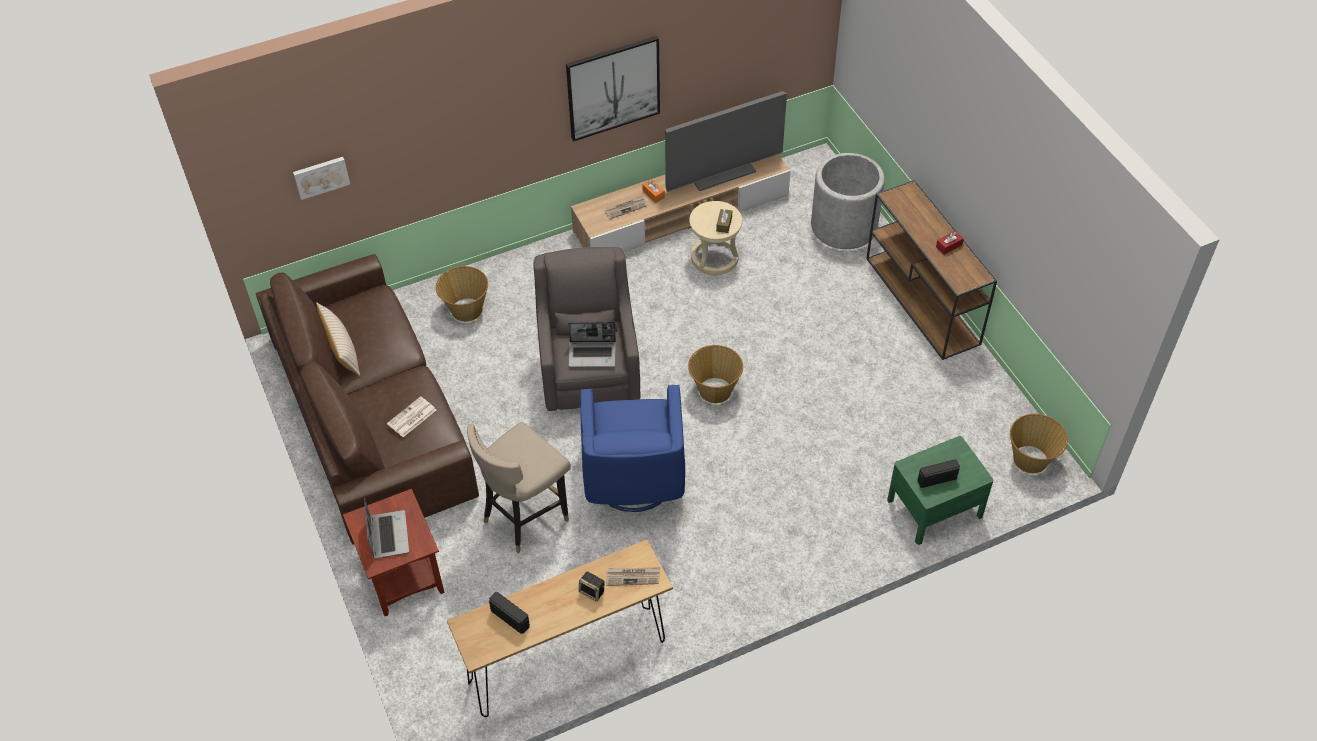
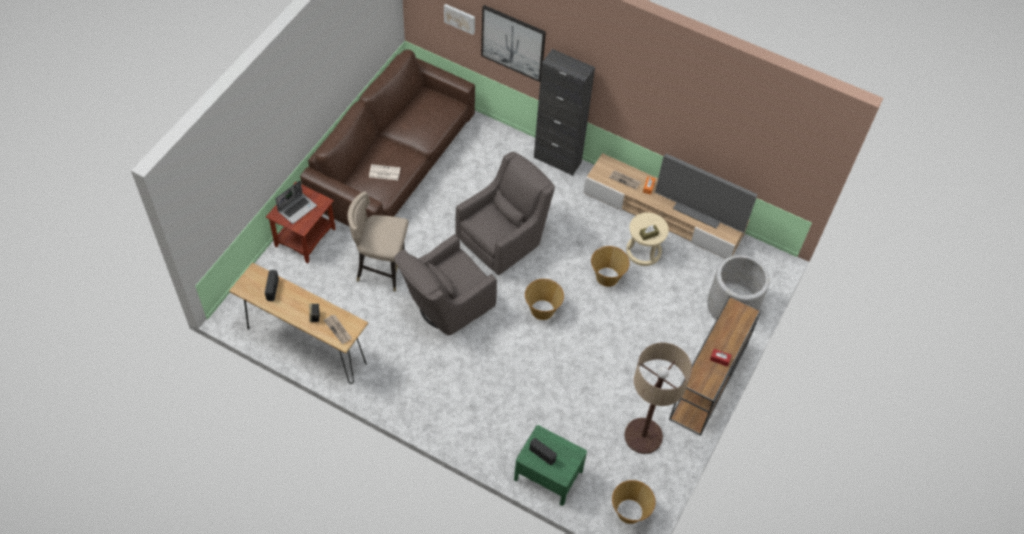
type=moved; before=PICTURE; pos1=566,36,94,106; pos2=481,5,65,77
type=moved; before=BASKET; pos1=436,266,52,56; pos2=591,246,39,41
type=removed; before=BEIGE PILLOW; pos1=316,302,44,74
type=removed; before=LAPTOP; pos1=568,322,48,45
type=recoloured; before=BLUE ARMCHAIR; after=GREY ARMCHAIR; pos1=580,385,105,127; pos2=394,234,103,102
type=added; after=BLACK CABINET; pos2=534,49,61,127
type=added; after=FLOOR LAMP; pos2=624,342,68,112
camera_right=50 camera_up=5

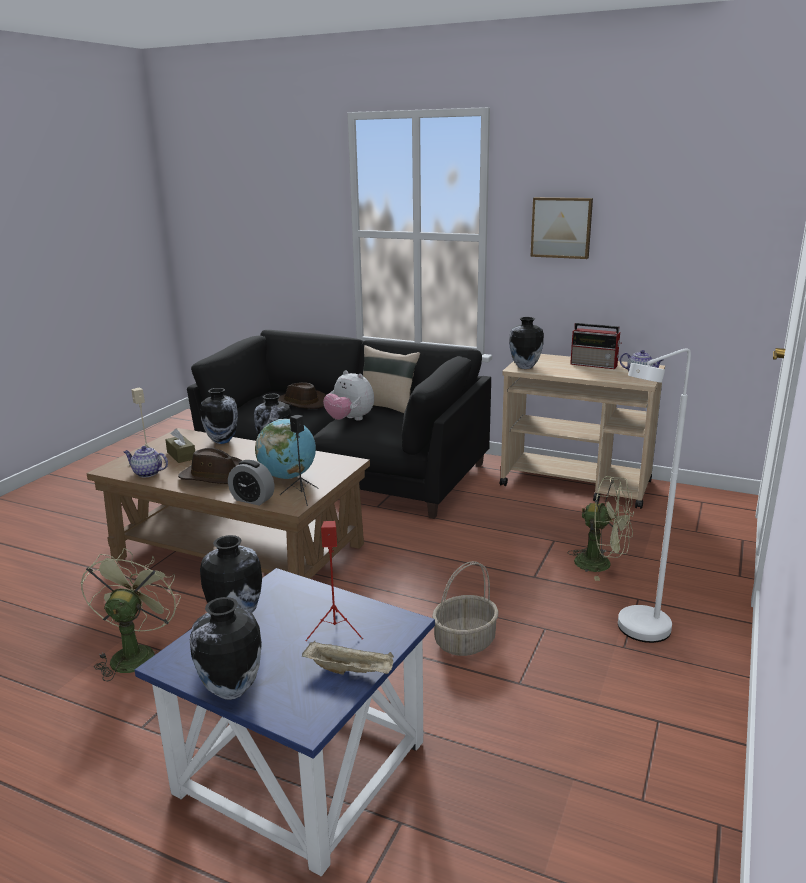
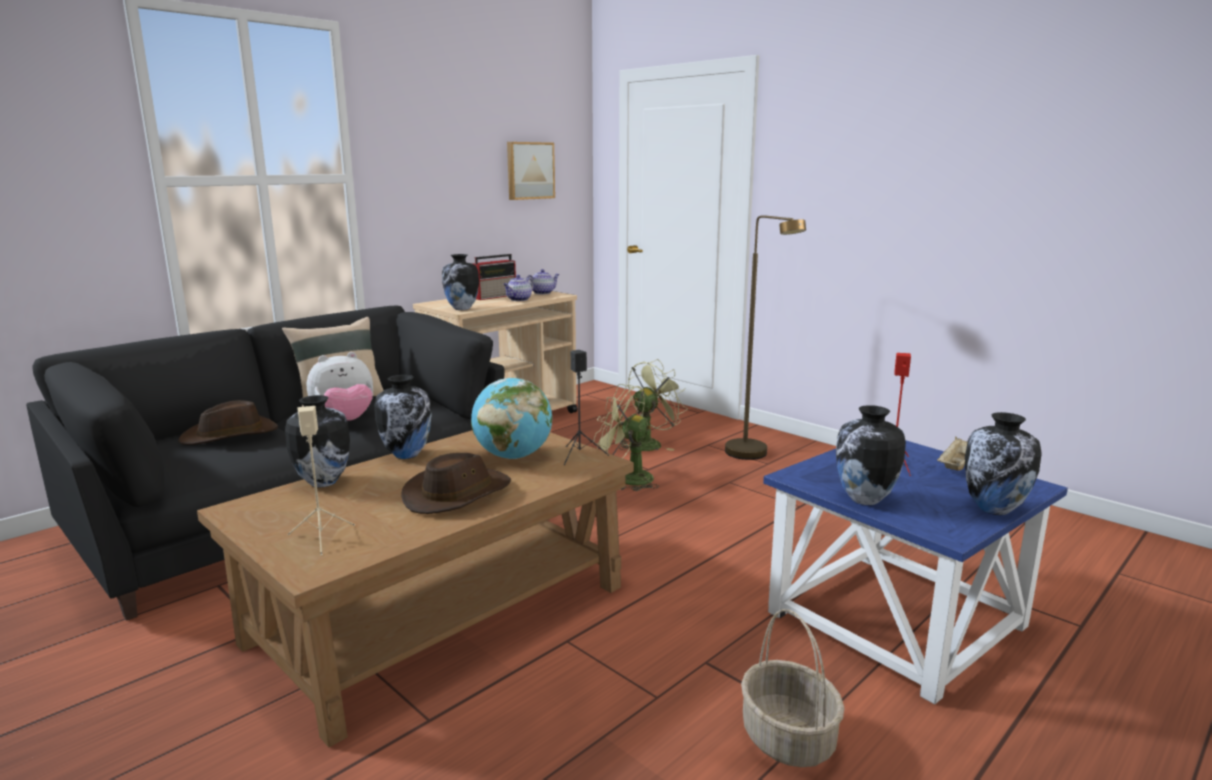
type=moved; before=PICTURE; pos1=530,197,63,62; pos2=507,142,48,58
type=recoloured; before=WHITE FLOOR LAMP; after=BROWN FLOOR LAMP; pos1=618,348,73,295; pos2=725,215,81,245
type=removed; before=BROWN TISSUE BOX; pos1=165,429,30,34
type=moved; before=TEAPOT; pos1=124,446,44,31; pos2=503,275,31,26
type=removed; before=ALARM CLOCK; pos1=228,460,47,46
type=moved; before=GREEN FAN; pos1=80,548,101,133; pos2=593,384,66,107
type=moved; before=BASKET; pos1=432,561,67,95; pos2=741,609,103,158
camera_right=-70 camera_up=-5

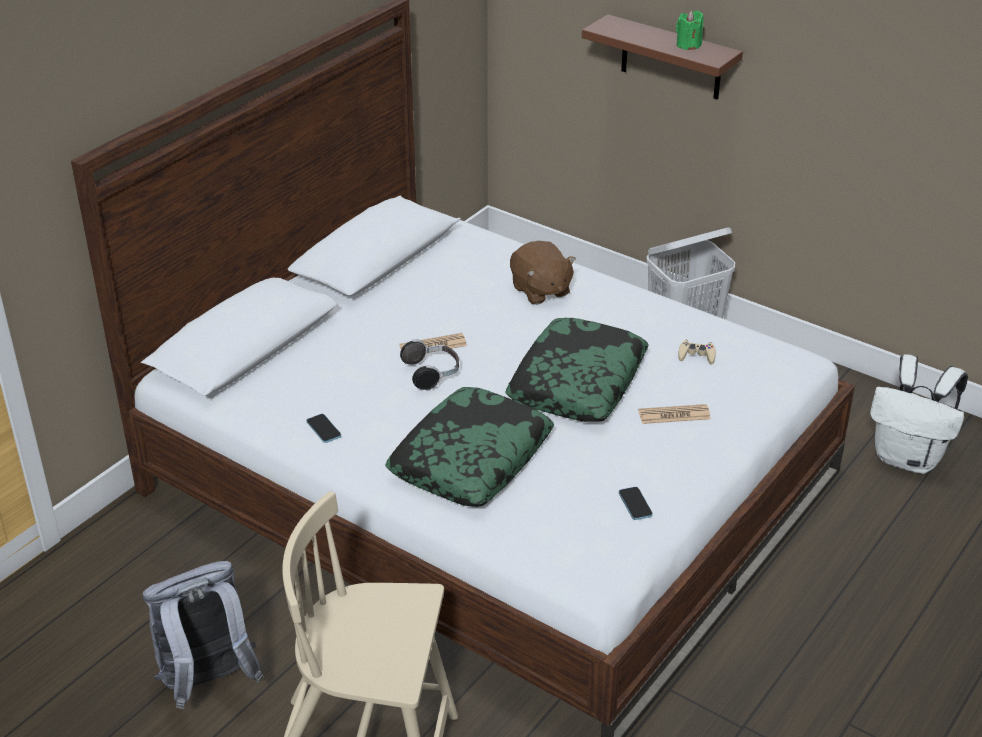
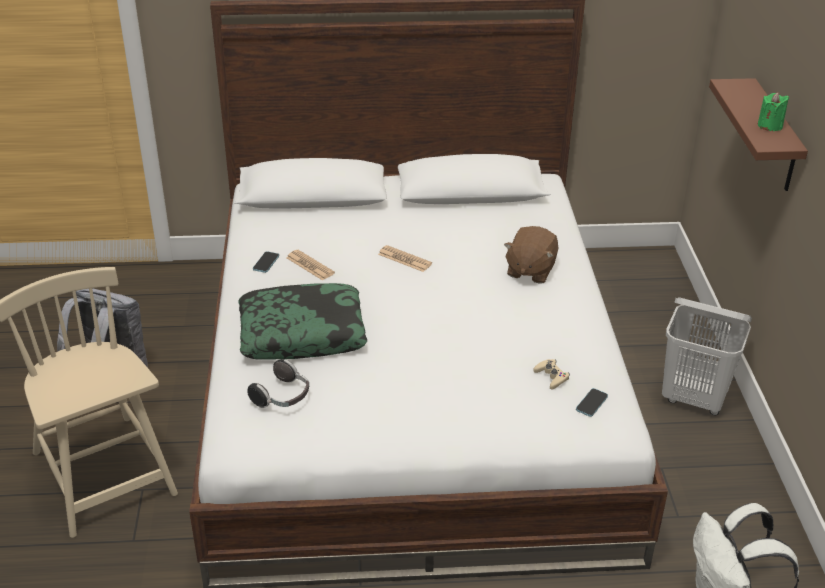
type=removed; before=PILLOW; pos1=505,318,144,104
type=moved; before=HEADPHONES; pos1=400,339,59,52; pos2=247,359,62,49
type=moved; before=NEWSPAPER; pos1=639,404,72,20; pos2=286,250,49,31
type=moved; before=PHONE; pos1=619,487,34,33; pos2=576,388,32,29
camera_right=50 camera_up=0

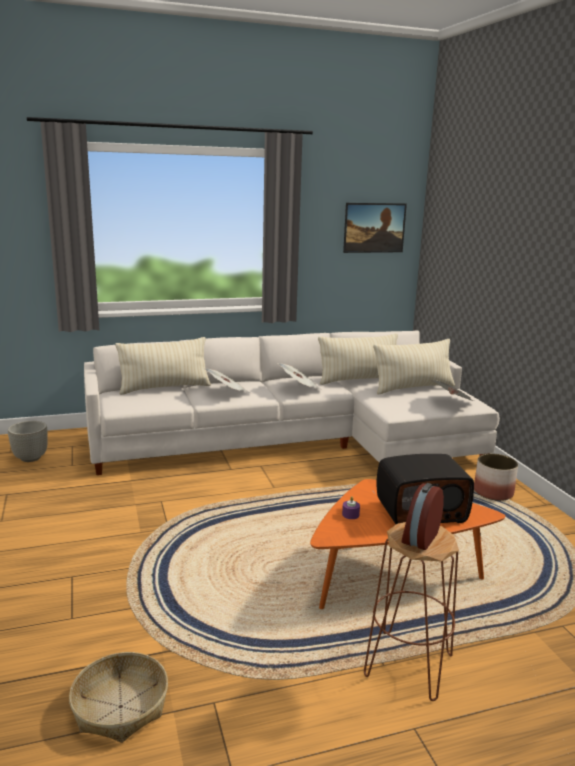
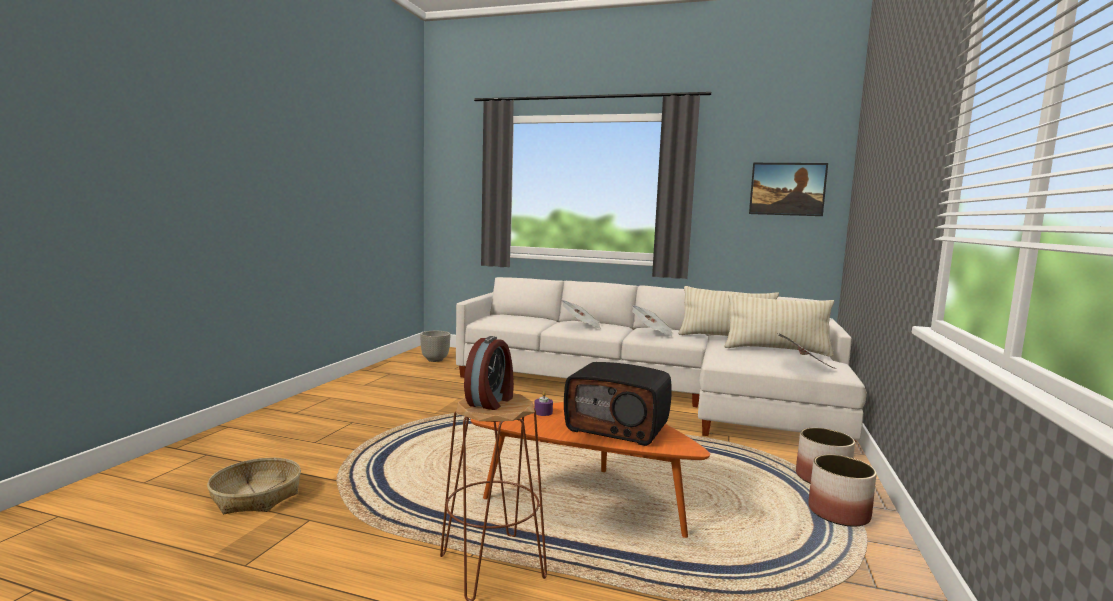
type=removed; before=BEIGE PILLOW; pos1=115,337,96,58
type=turned; before=ALARM CLOCK; pos1=401,483,43,67; pos2=464,336,50,74; turn=135
type=added; after=PLANTER; pos2=808,454,69,73
camera_right=35 camera_up=-10

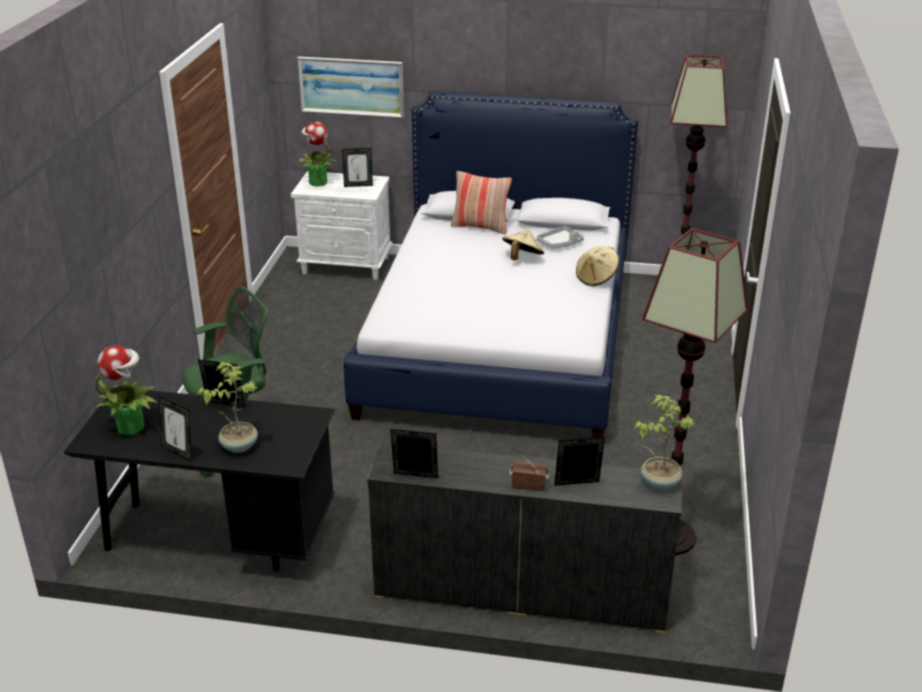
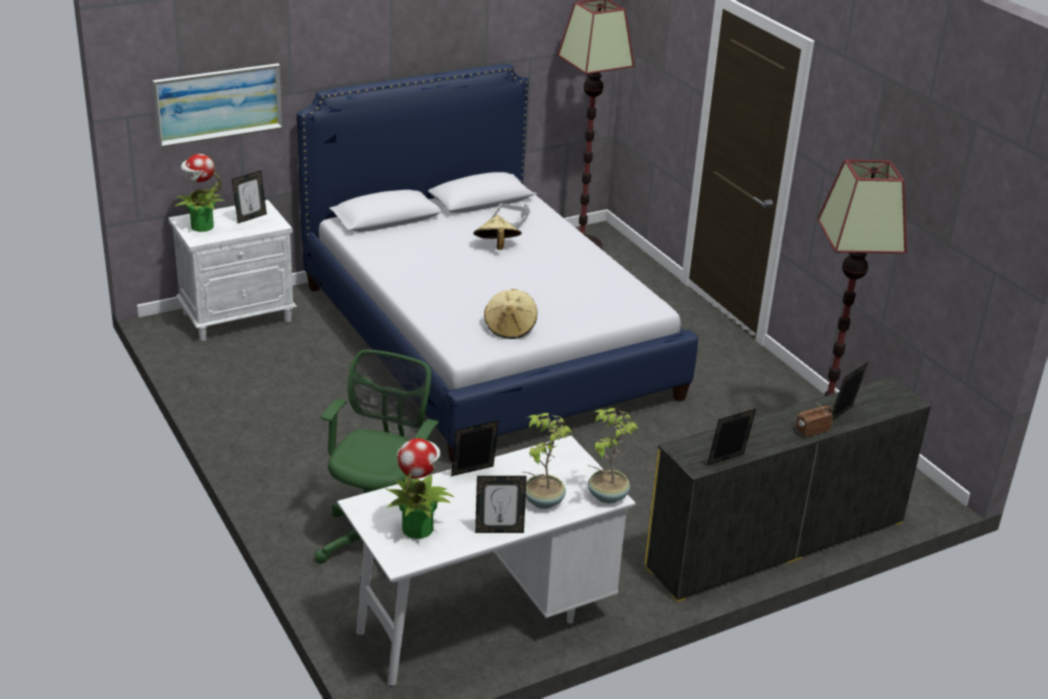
type=removed; before=PILLOW; pos1=451,171,61,63
type=moved; before=BEIGE HAT; pos1=576,246,43,40; pos2=484,289,53,50
type=recoloured; before=BLACK DESK; after=WHITE DESK; pos1=64,390,271,181; pos2=337,436,299,250
type=moved; before=POTTED PLANT; pos1=634,395,61,95; pos2=588,408,50,96
camera_right=-40 camera_up=0

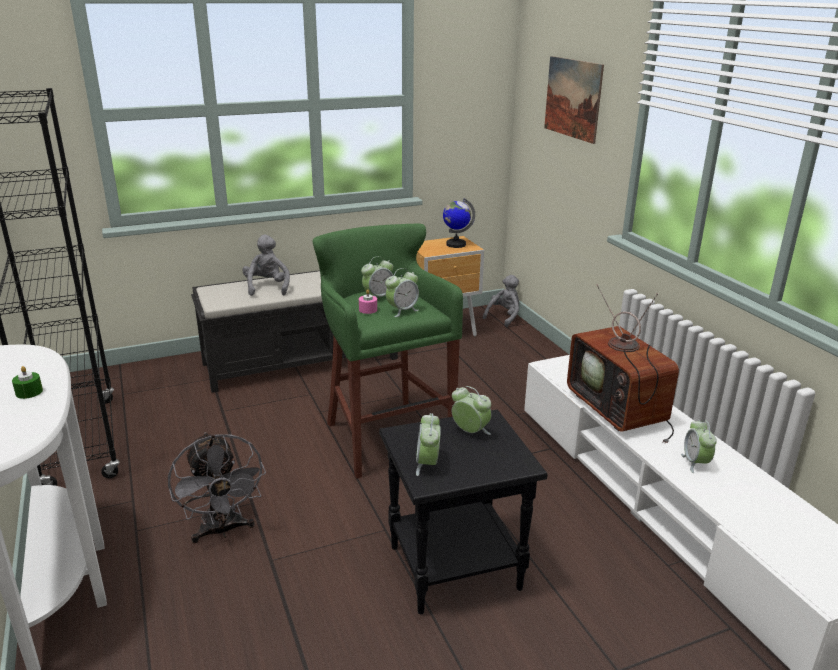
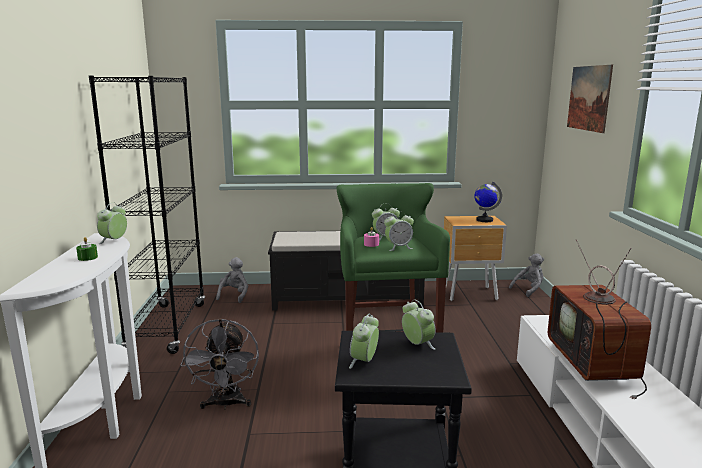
type=moved; before=GREY PLUSH TOY; pos1=242,235,48,61; pos2=216,257,32,46
type=moved; before=ALARM CLOCK; pos1=681,420,36,53; pos2=97,202,30,42
camera_right=20 camera_up=-10

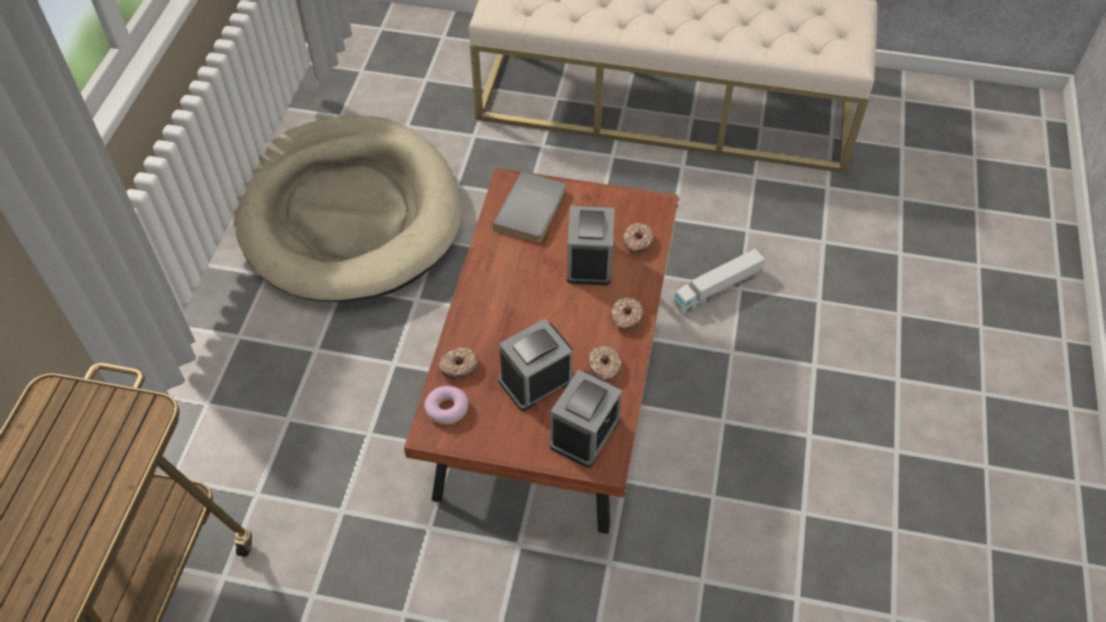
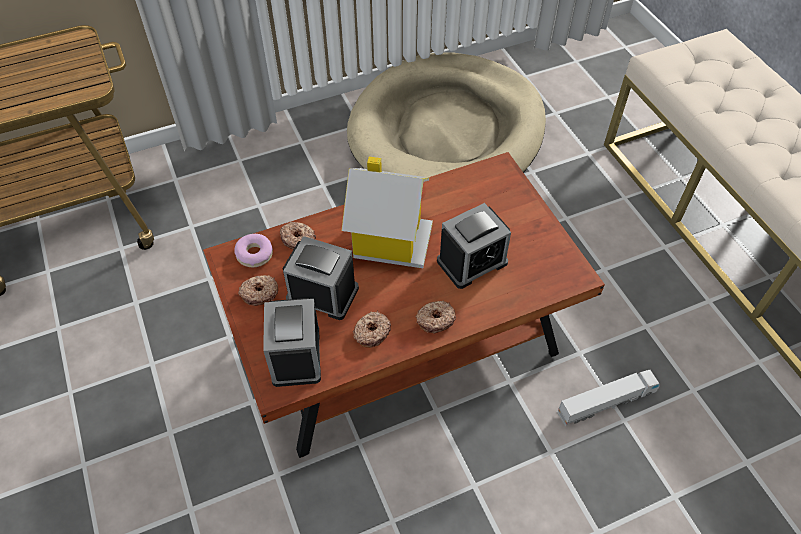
type=removed; before=GREY BOOK; pos1=493,171,73,72
type=moved; before=DONUT; pos1=623,222,31,33; pos2=238,275,40,31
type=turned; before=TOY TRUCK; pos1=673,249,92,65; pos2=557,370,103,56; turn=135
type=turned; before=ALARM CLOCK; pos1=549,370,73,98; pos2=263,298,58,89; turn=90
type=added; after=TOY HOUSE; pos2=341,157,92,111
camera_right=55 camera_up=0

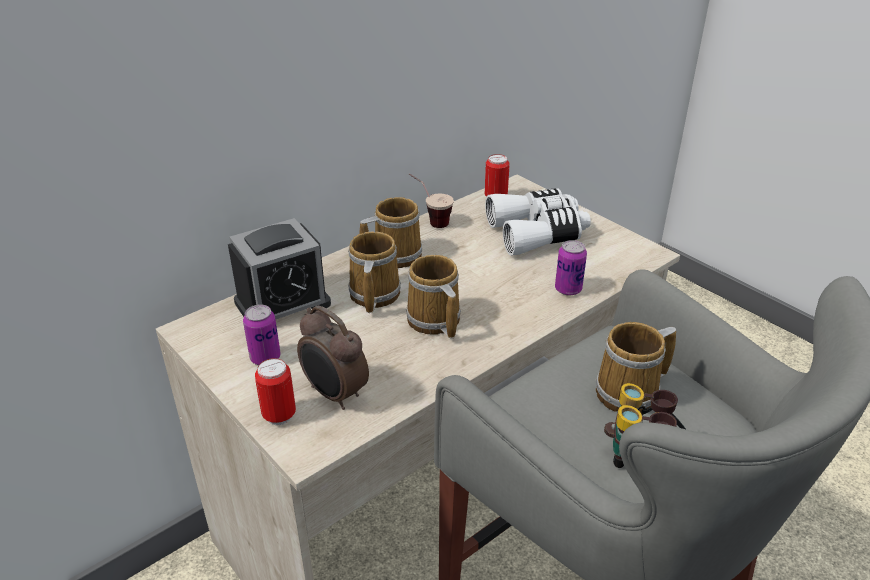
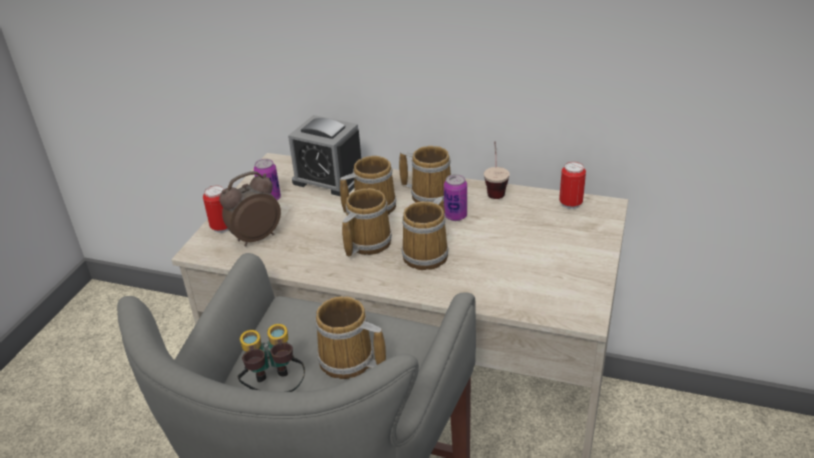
type=removed; before=WHITE BINOCULARS; pos1=485,189,106,67
type=moved; before=CAN; pos1=555,240,32,56; pos2=444,174,23,47
type=turned; before=ALARM CLOCK; pos1=297,306,72,104; pos2=219,171,62,76; turn=45
type=added; after=MUG; pos2=401,197,48,73
camera_right=60 camera_up=0

